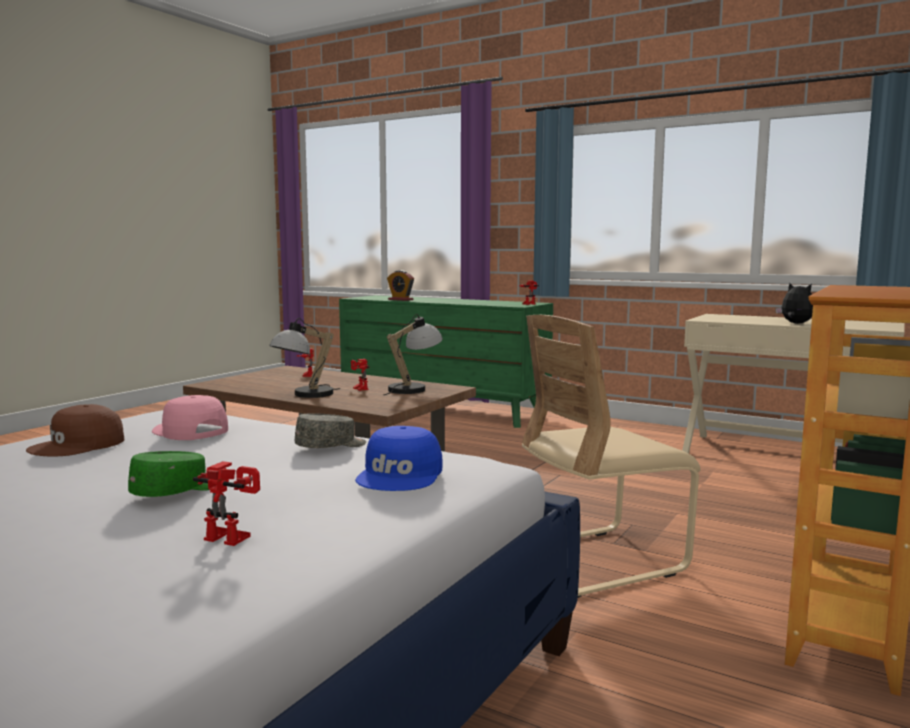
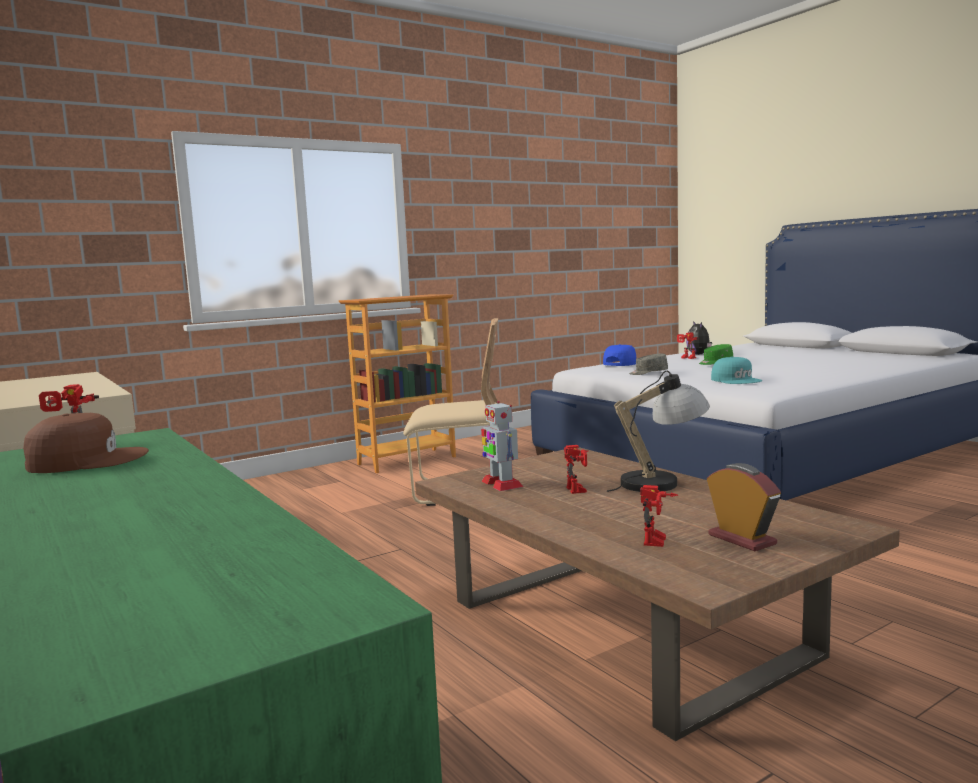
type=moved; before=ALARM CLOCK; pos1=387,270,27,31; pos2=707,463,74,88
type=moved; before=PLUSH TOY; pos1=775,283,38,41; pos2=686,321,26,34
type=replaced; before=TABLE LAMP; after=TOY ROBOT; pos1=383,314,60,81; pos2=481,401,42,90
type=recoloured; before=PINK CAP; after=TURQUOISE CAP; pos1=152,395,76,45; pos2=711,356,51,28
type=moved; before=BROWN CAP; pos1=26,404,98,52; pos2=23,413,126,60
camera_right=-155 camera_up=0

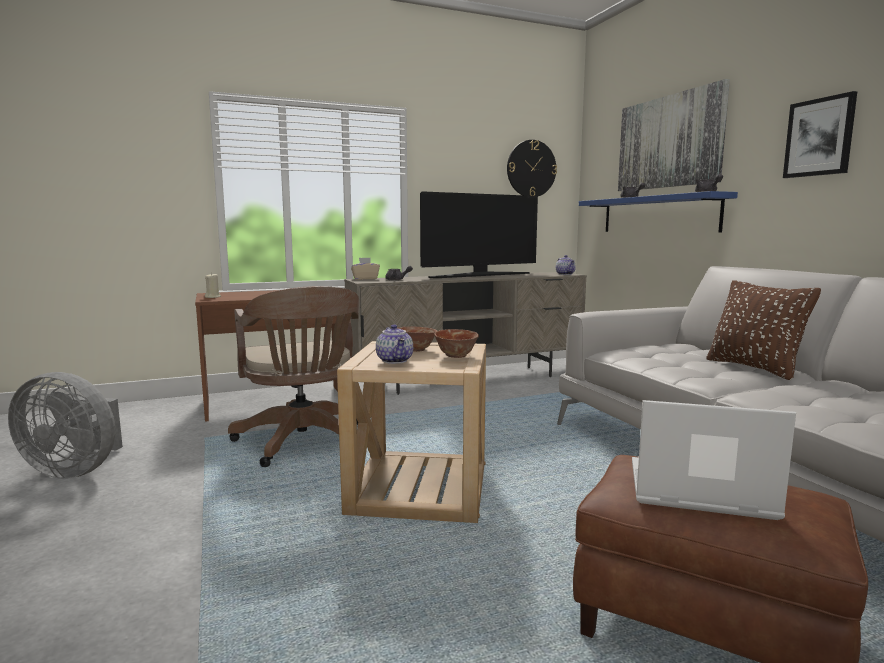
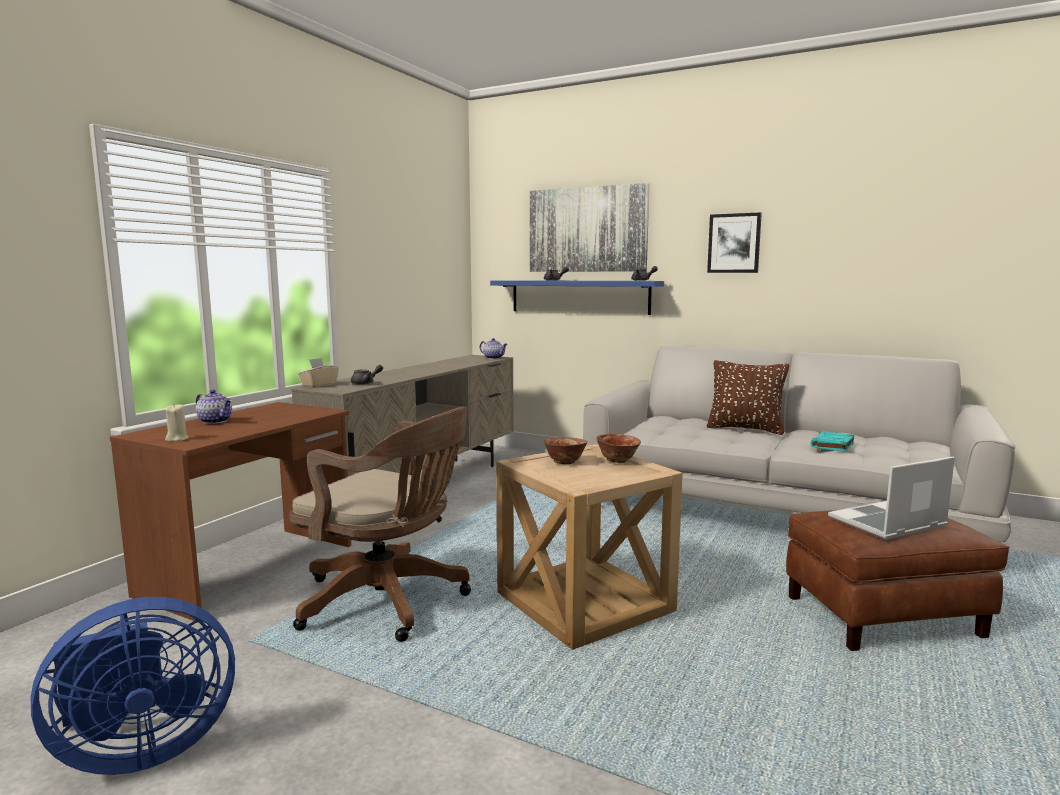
type=removed; before=WALL CLOCK; pos1=507,140,50,56
type=removed; before=TELEVISION; pos1=420,191,118,87
type=moved; before=TEAPOT; pos1=376,324,37,40; pos2=196,390,36,34
type=recoloured; before=GREY FAN; after=BLUE FAN; pos1=8,372,115,107; pos2=30,597,205,178
type=added; after=TURQUOISE BOOK; pos2=811,431,44,21
camera_right=-40 camera_up=0

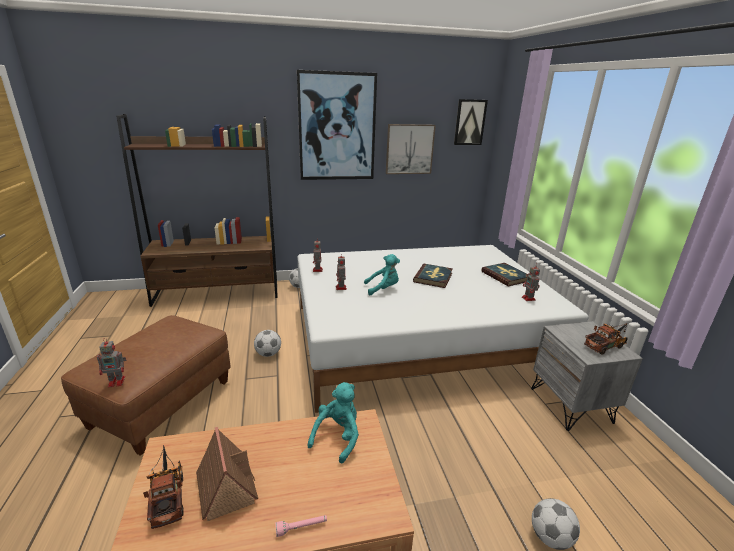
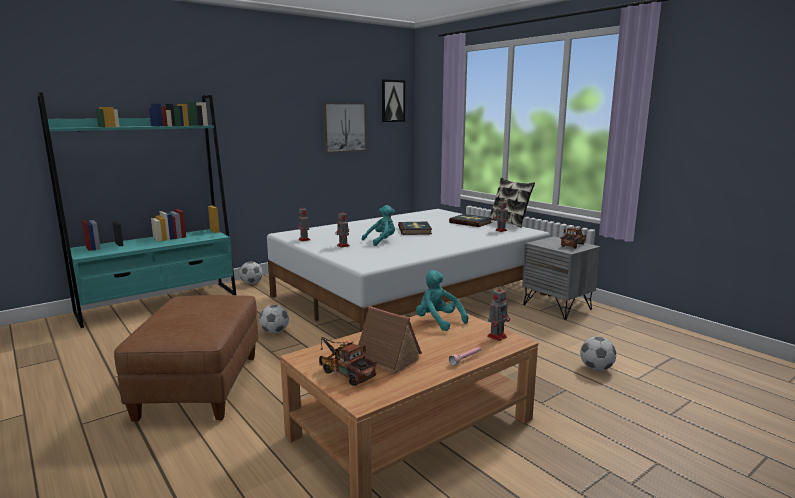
type=removed; before=PICTURE; pos1=297,70,80,110
type=recoloured; before=BROWN BOOKCASE; after=TURQUOISE BOOKCASE; pos1=116,114,162,193; pos2=37,92,199,236
type=moved; before=TOY ROBOT; pos1=97,338,29,49; pos2=487,284,23,57
type=turned; before=TURQUOISE PLUSH TOY; pos1=308,382,51,81; pos2=416,270,52,61; turn=-45
type=added; after=PILLOW; pos2=489,178,46,49
camera_right=-25 camera_up=-10

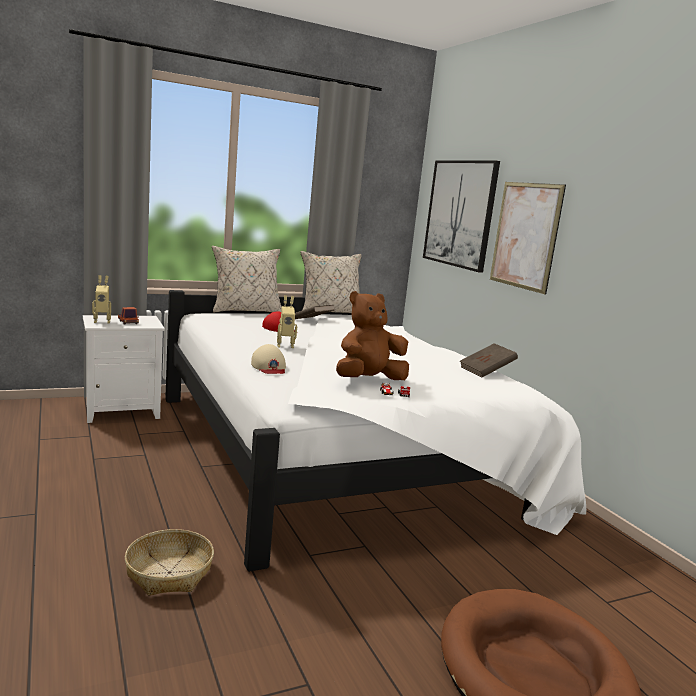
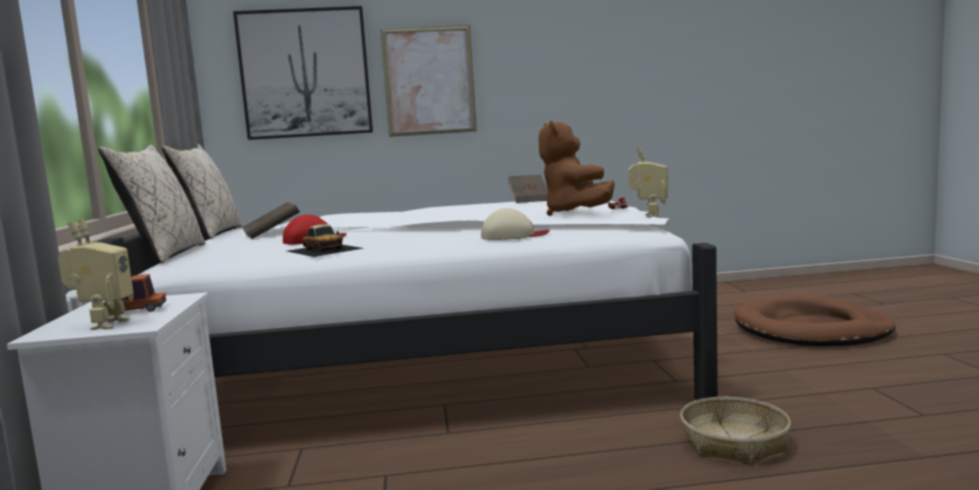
type=moved; before=TOY ROBOT; pos1=277,295,20,53; pos2=628,146,40,72
type=added; after=TOY CAR; pos2=287,224,77,33
camera_right=-70 camera_up=-5

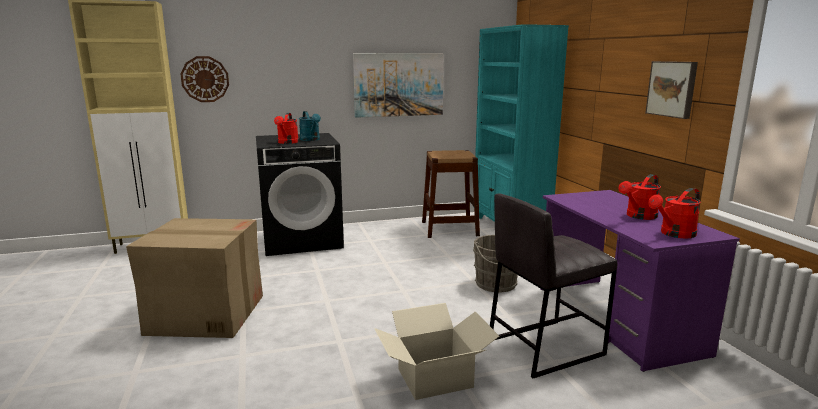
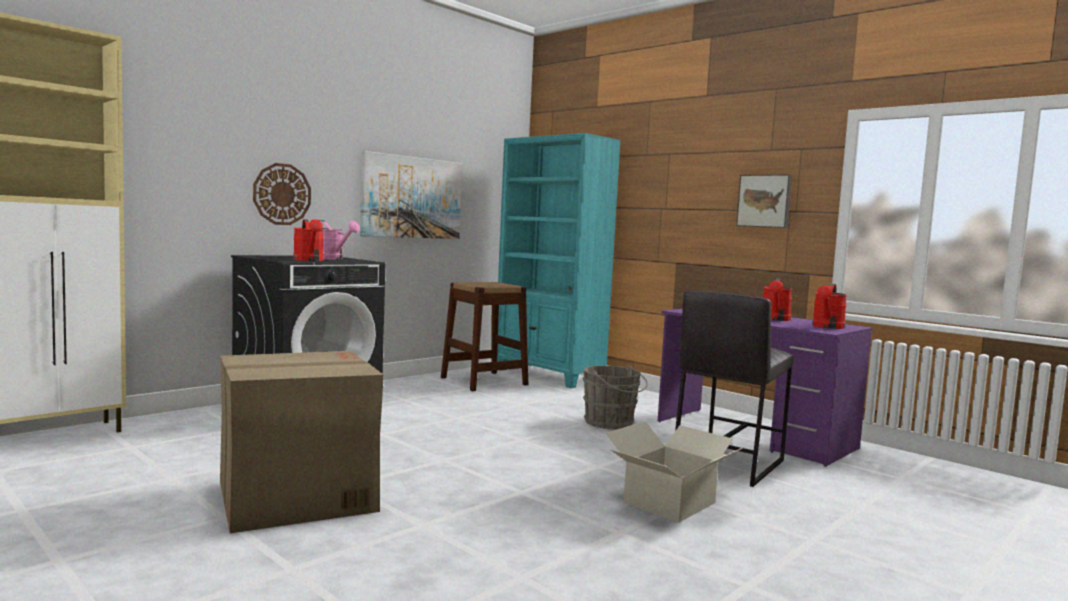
type=moved; before=WALL CLOCK; pos1=180,56,49,46; pos2=253,163,58,62
type=recoloured; before=TURQUOISE WATERING CAN; after=PINK WATERING CAN; pos1=299,111,22,30; pos2=319,220,41,40
camera_right=-30 camera_up=-10

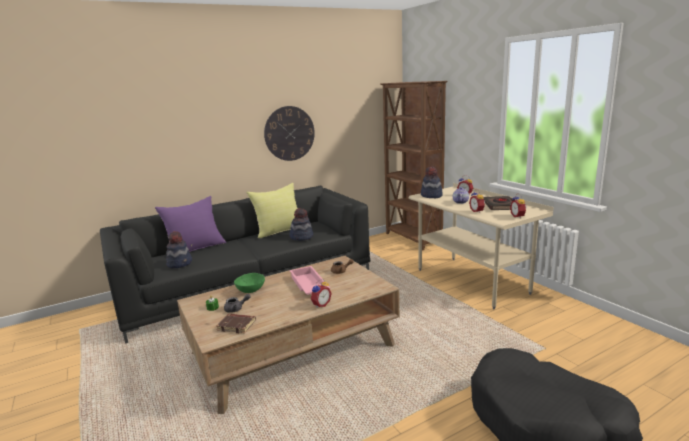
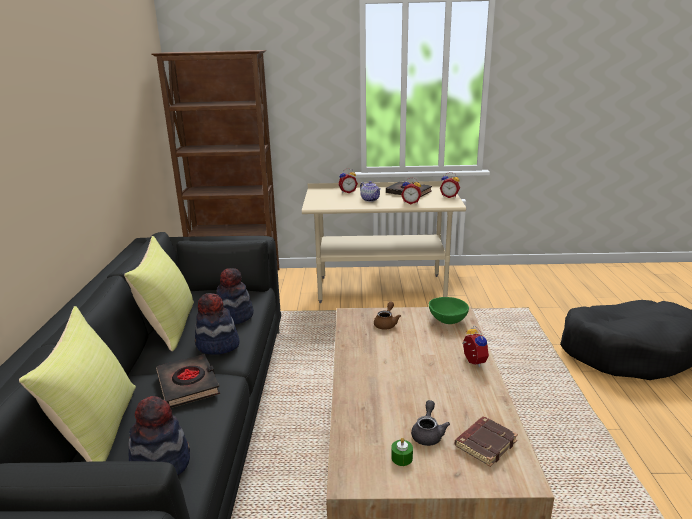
type=removed; before=WALL CLOCK; pos1=264,106,51,55
type=moved; before=HAT; pos1=421,166,22,32; pos2=195,293,44,62
type=recoloured; before=PURPLE PILLOW; after=YELLOW PILLOW; pos1=155,196,71,56; pos2=19,306,117,156
type=removed; before=PINK TRAY; pos1=290,266,40,29
type=moved; before=GREEN BOWL; pos1=234,273,31,20; pos2=429,297,40,27
type=added; after=BLACK BOOK; pos2=156,354,64,54
camera_right=-60 camera_up=5

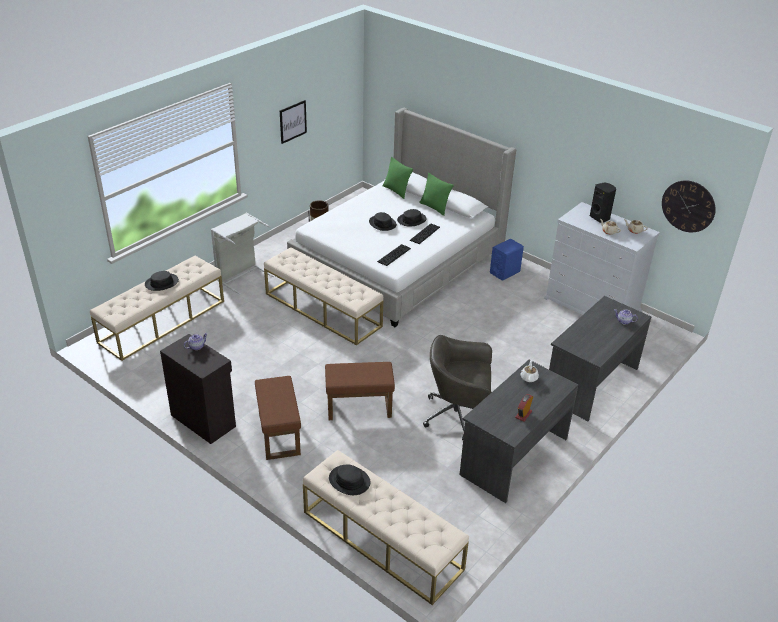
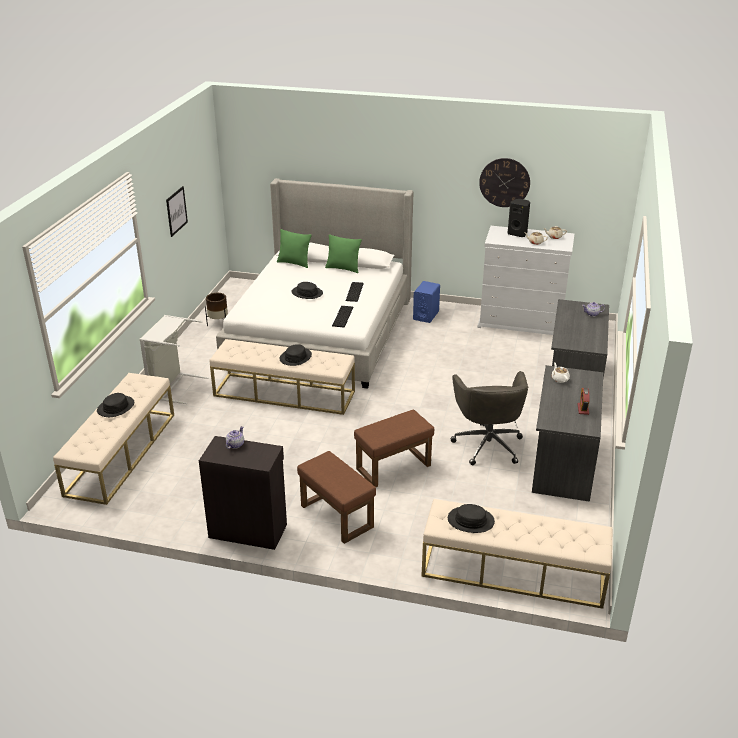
type=moved; before=WALL CLOCK; pos1=662,180,54,52; pos2=479,158,51,49
type=moved; before=BLACK HAT; pos1=397,209,30,17; pos2=280,344,32,22
type=turned; before=GREY OFFICE CHAIR; pos1=423,335,69,105; pos2=451,371,77,94; turn=-75
camera_right=-25 camera_up=-5

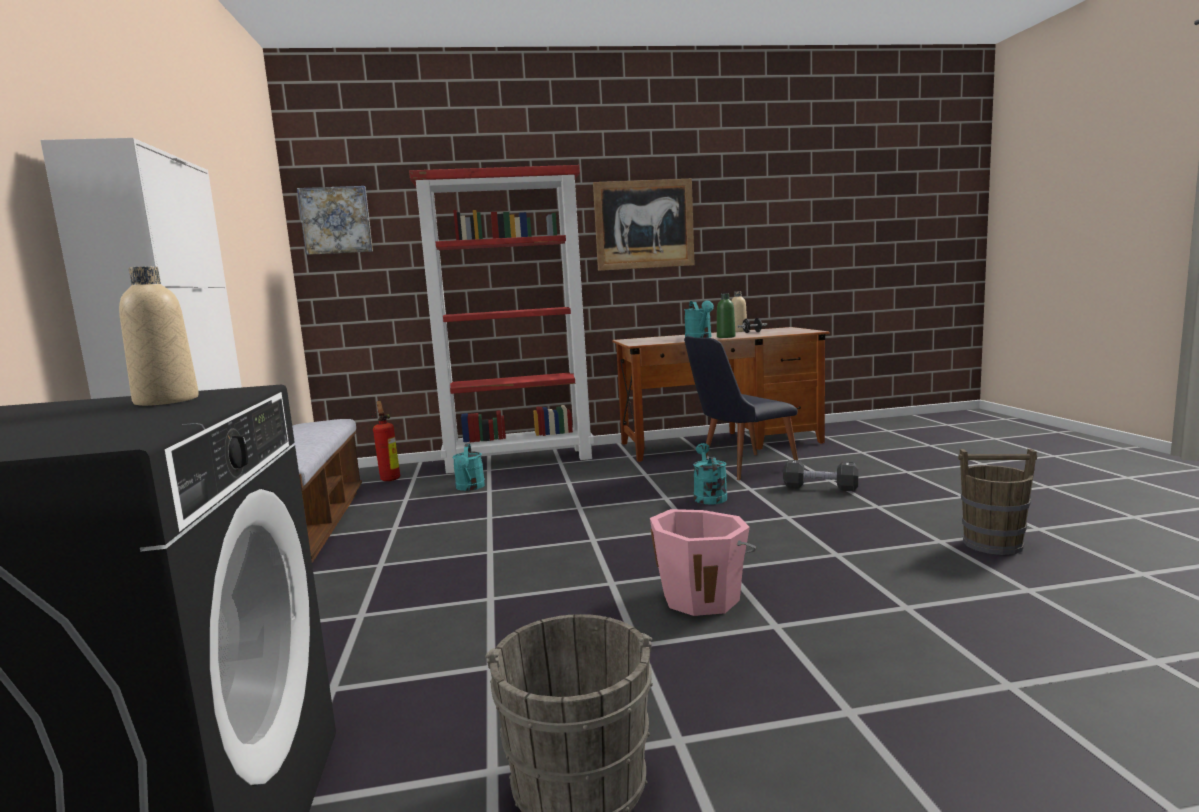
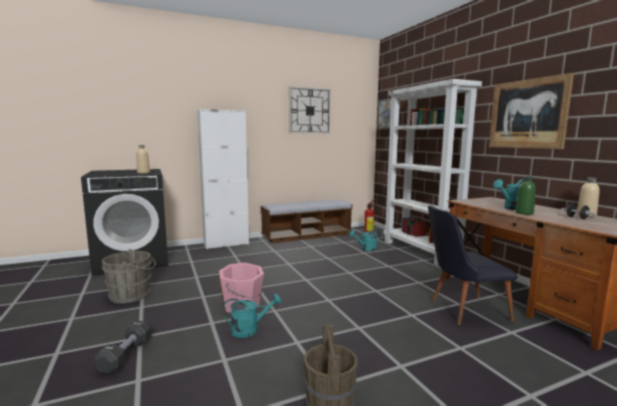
type=recoloured; before=RED BOOKCASE; after=WHITE BOOKCASE; pos1=409,165,185,309; pos2=383,79,99,187
type=turned; before=BLACK CHAIR; pos1=684,336,114,144; pos2=428,205,89,120; turn=-60
type=moved; before=TURQUOISE WATERING CAN; pos1=693,443,34,62; pos2=223,294,58,44
type=moved; before=BLACK DUMBBELL; pos1=783,460,76,31; pos2=94,321,58,53
type=added; after=WALL CLOCK; pos2=289,86,42,48
camera_right=75 camera_up=0

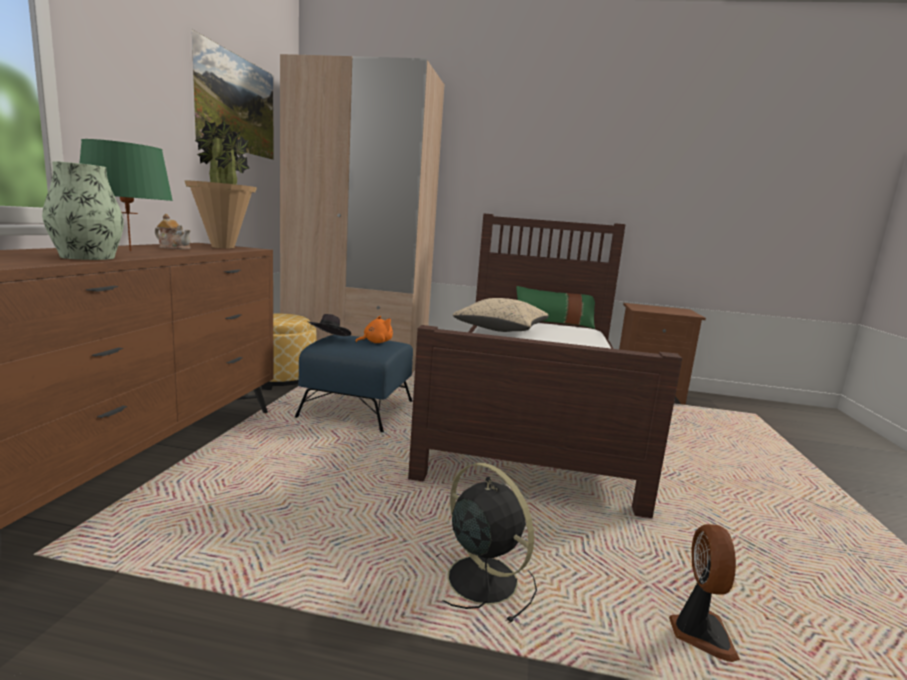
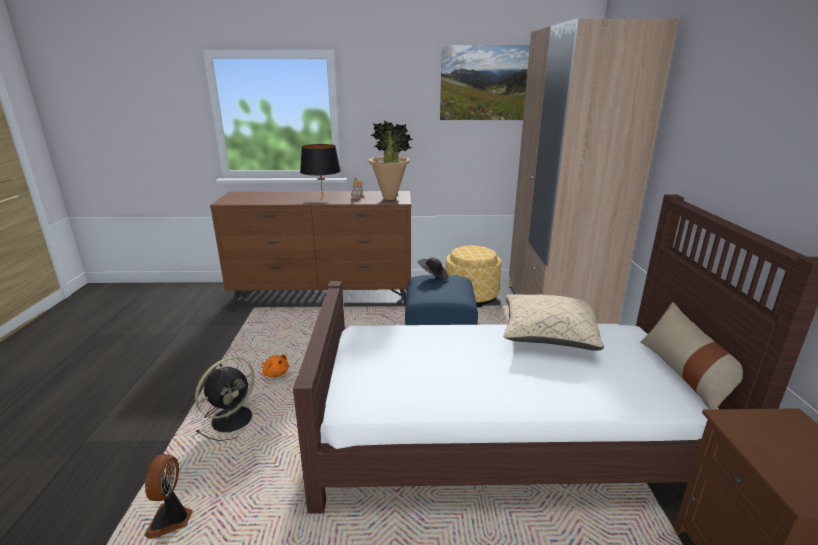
type=recoloured; before=GREEN TABLE LAMP; after=BLACK TABLE LAMP; pos1=80,139,93,112; pos2=300,144,41,54
type=removed; before=VASE; pos1=42,161,82,99
type=recoloured; before=GREEN PILLOW; after=BEIGE PILLOW; pos1=516,286,79,43; pos2=640,302,103,107
type=moved; before=ORANGE PLUSH TOY; pos1=355,316,38,27; pos2=262,354,27,24
type=turned; before=FAN; pos1=669,524,71,138; pos2=144,454,49,85; turn=90
camera_right=80 camera_up=10

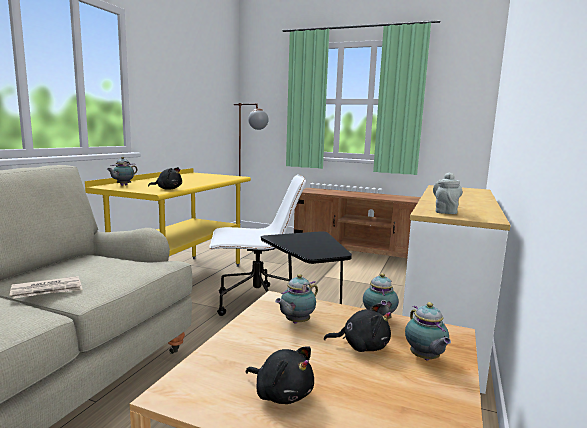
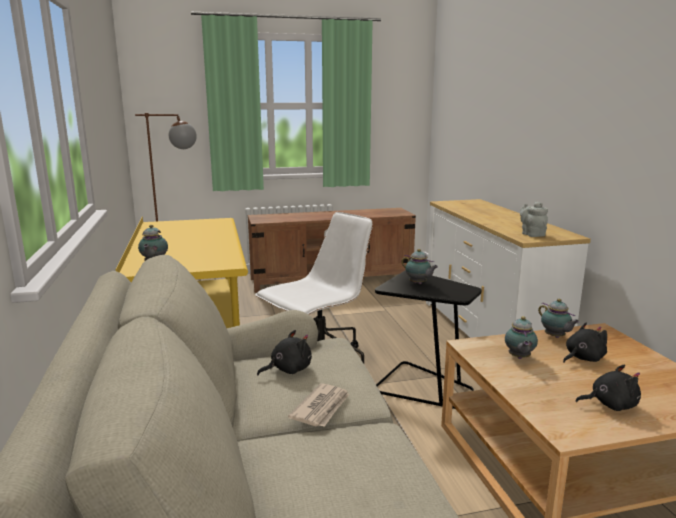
type=moved; before=BLACK PLUSH TOY; pos1=148,167,34,23; pos2=257,330,55,45
type=moved; before=TEAPOT; pos1=405,302,46,59; pos2=402,249,36,35
camera_right=-35 camera_up=5

